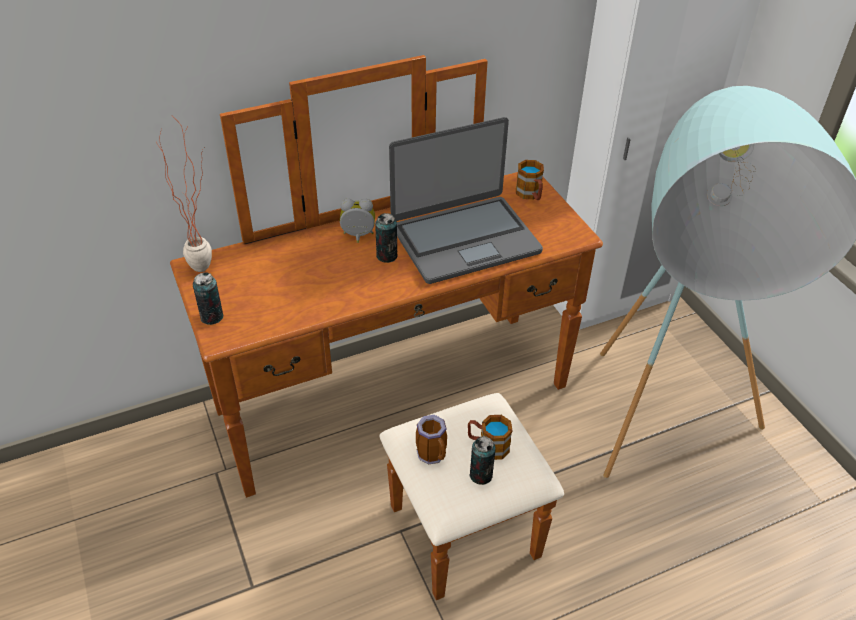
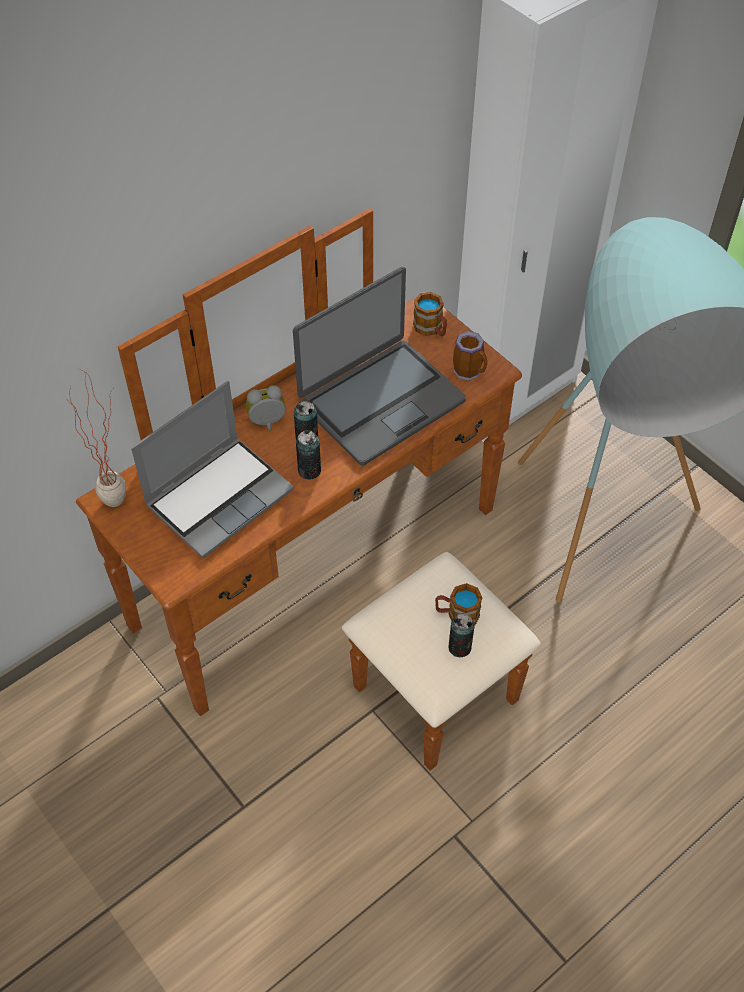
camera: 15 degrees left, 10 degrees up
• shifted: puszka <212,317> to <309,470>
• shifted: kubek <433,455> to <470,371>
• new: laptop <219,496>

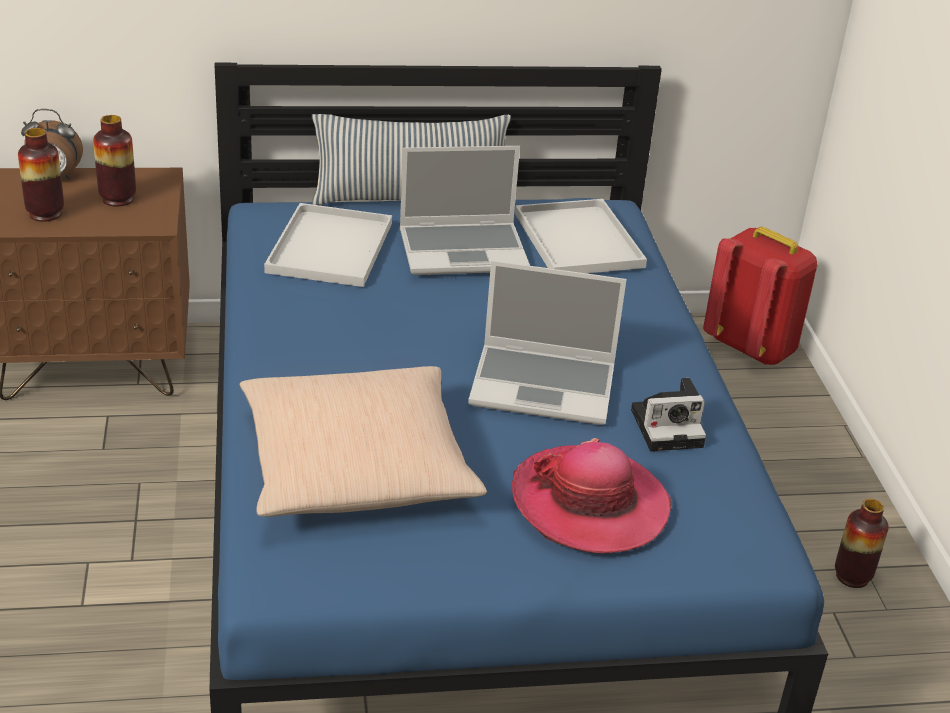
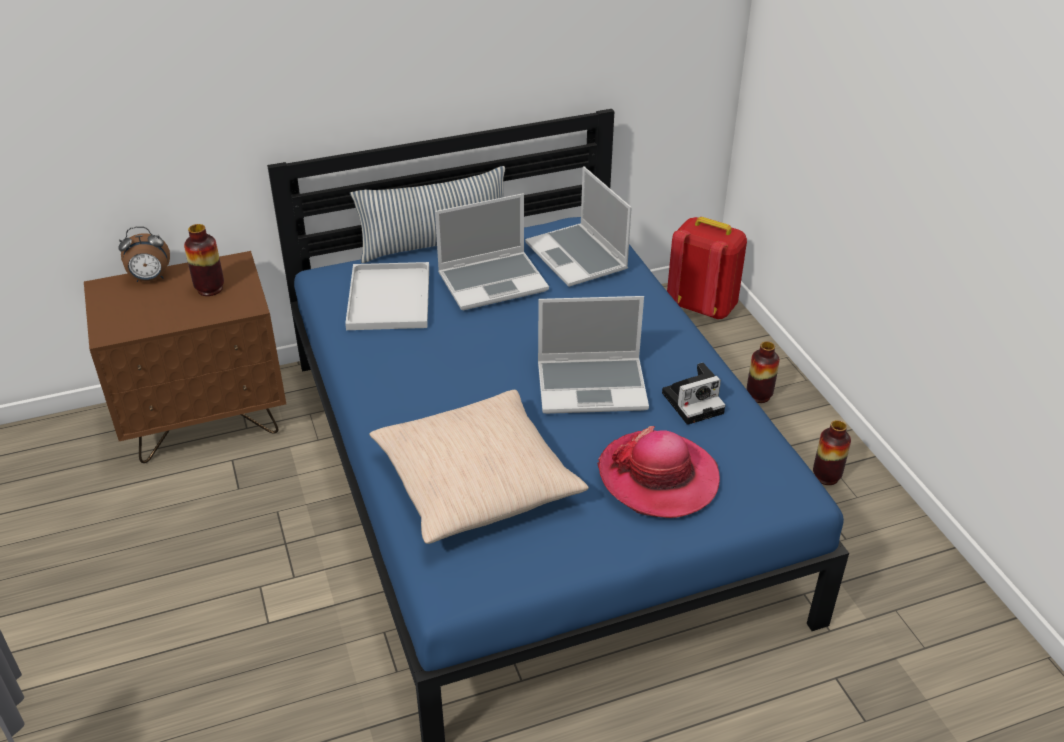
camera: 10 degrees left, 5 degrees up
• shifted: wazon <45,214> to <759,396>
• swapped: taca/biały <580,241> to laptop <578,257>

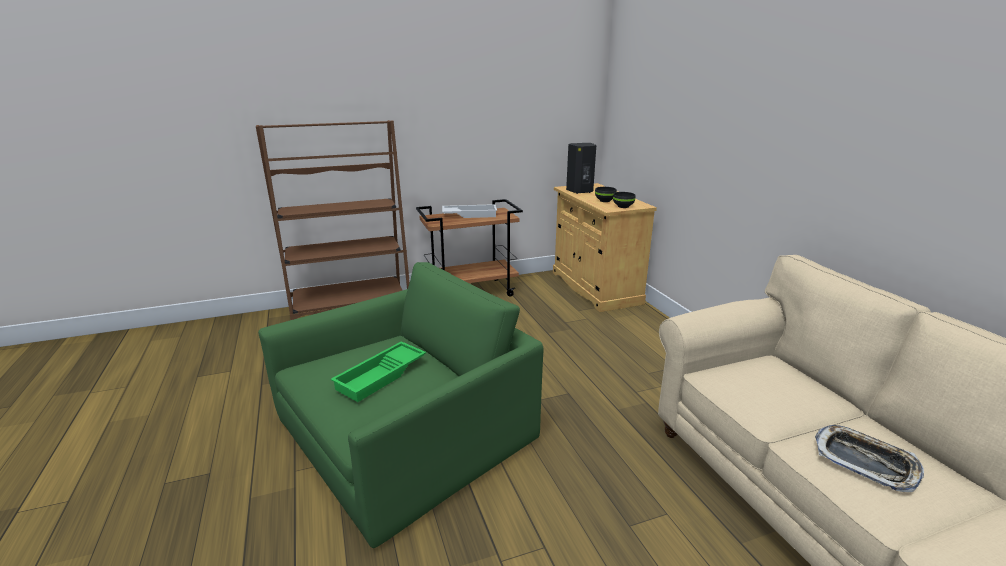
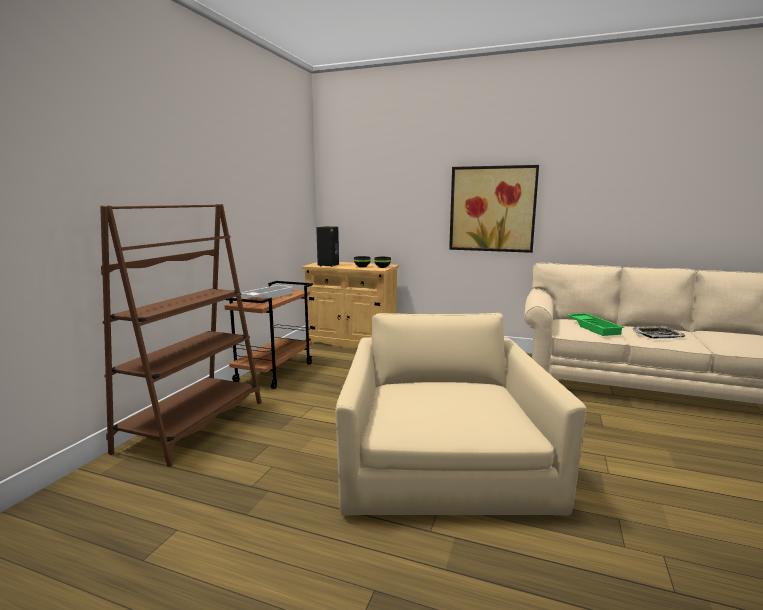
camera: 50 degrees left, 10 degrees down
• repainted: fotel/zielony <407,436> to fotel/beżowy <442,462>
• shifted: taca/zielony <381,376> to <594,327>
• new: obraz <492,209>

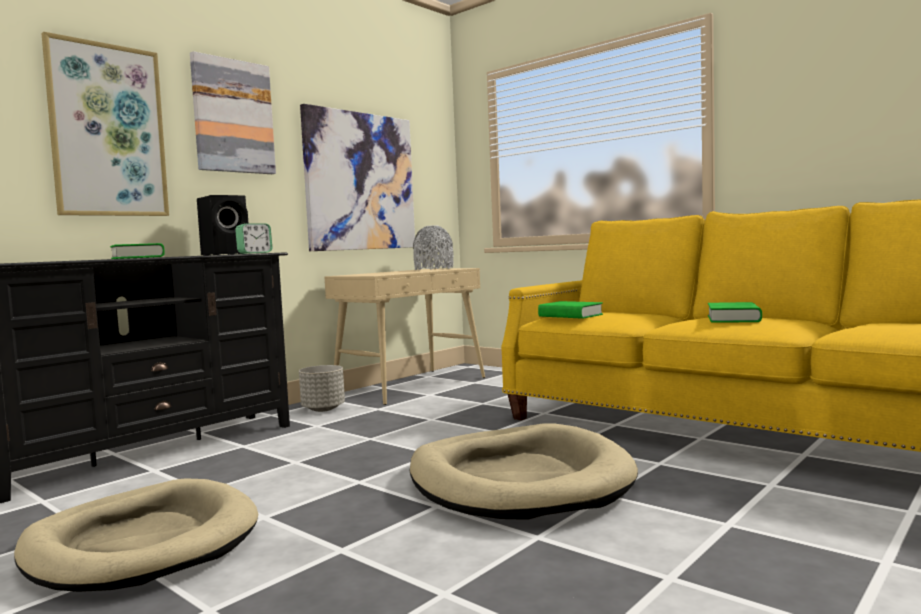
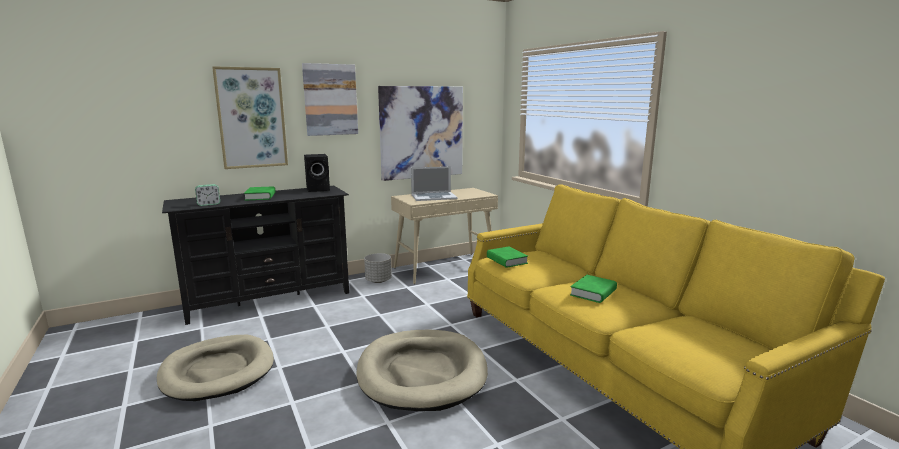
camera: 20 degrees right, 10 degrees up
• shifted: budzik <255,253> to <209,204>
• gone: wazon/szary <433,269>
• new: laptop <434,196>

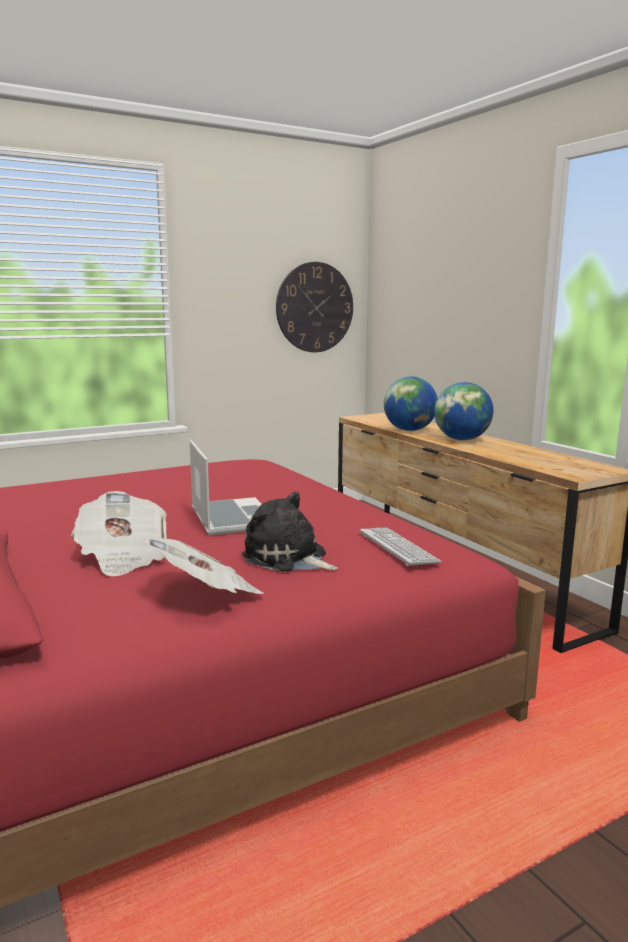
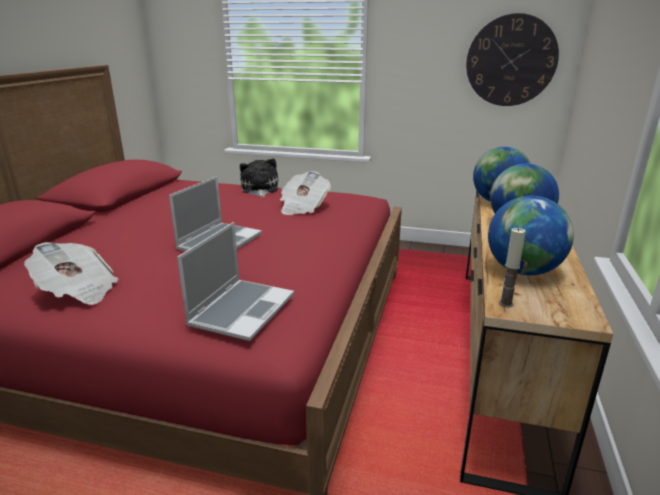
camera: 45 degrees right, 10 degrees up
• shifted: gazeta <122,557> to <303,207>
• shifted: pluszak <288,558> to <259,189>
• swapped: klawiatura <398,547> to laptop <242,310>
• new: globus <523,271>
• new: świeca <506,304>

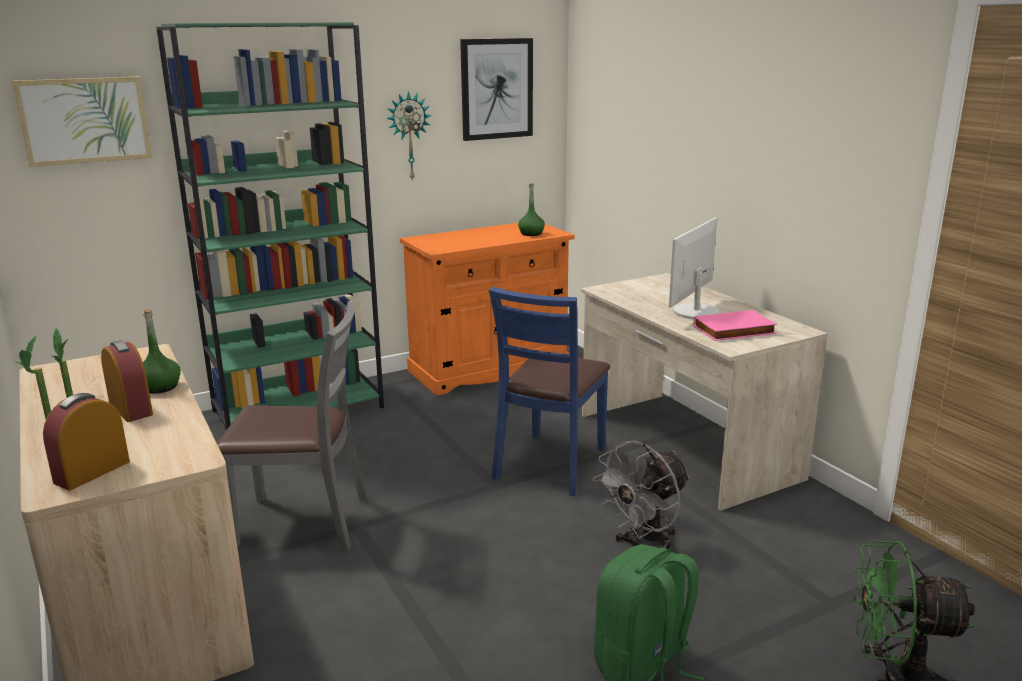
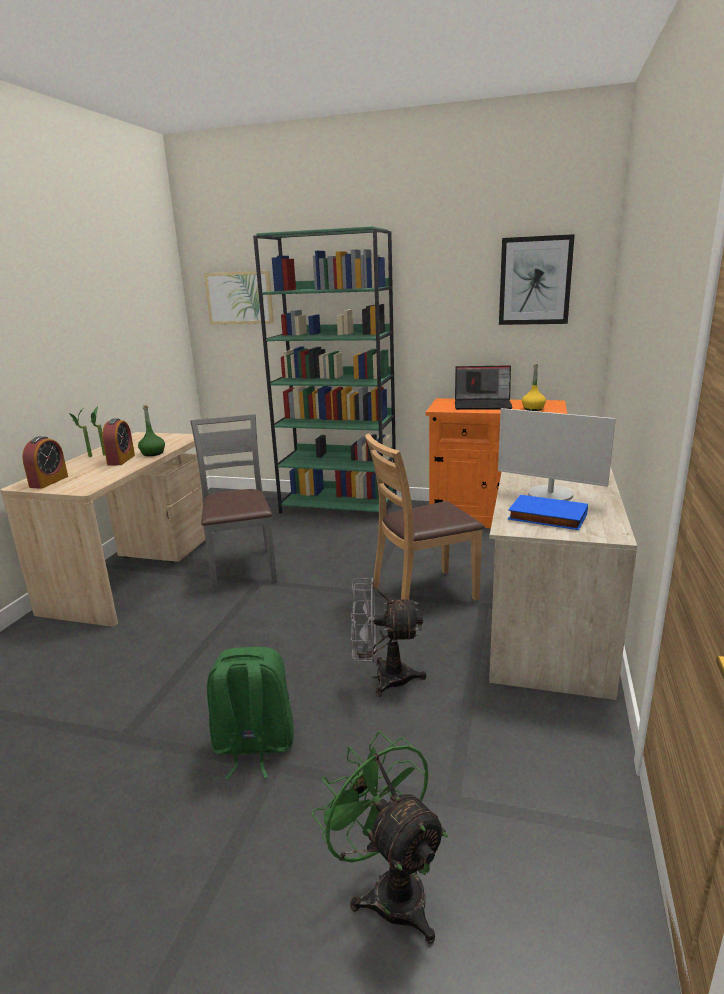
camera: 45 degrees right, 0 degrees up
• gone: zegar ścienny <408,136>
• repainted: butelka/zielony <531,234> to butelka/żółty <533,409>
• rotated: monitor <695,312> = <550,495> 135 degrees counterclockwise
• repainted: krzesło/niebieski <550,464> to krzesło/brązowy <423,594>
• rotated: krzesło/szary <304,522> = <242,568> 150 degrees counterclockwise
• repainted: książka/różowy <734,331> to książka/niebieski <546,517>
• rotated: budzik <92,472> = <49,482> 120 degrees clockwise
• new: laptop <483,405>

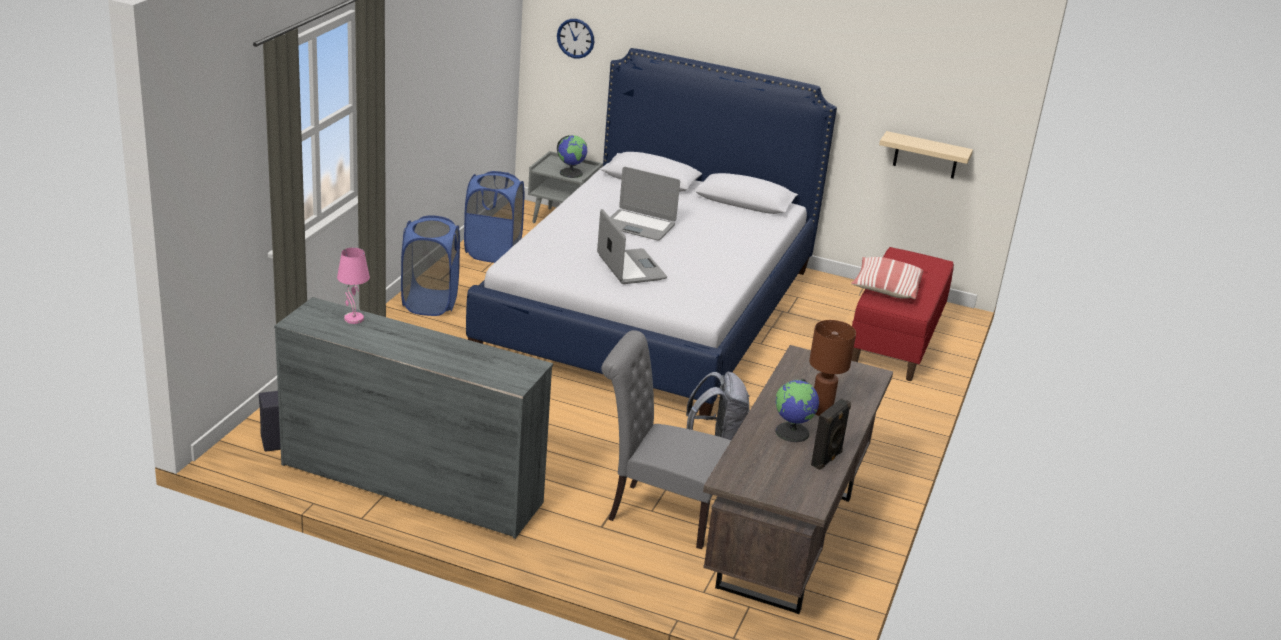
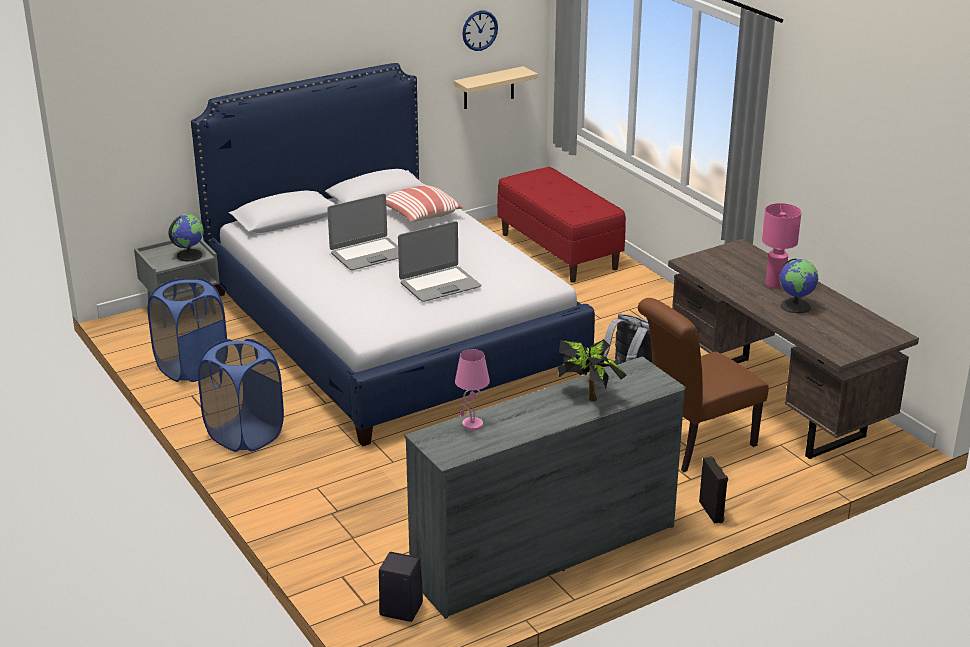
camera: 50 degrees left, 0 degrees up
• shifted: zegar ścienny <575,38> to <479,30>
• rotated: laptop <630,267> = <439,285> 135 degrees clockwise
• shifted: poduszka <885,288> to <420,215>
• repainted: lampa stołowa/brązowy <822,411> to lampa stołowa/różowy <775,284>
• repainted: krzesło/szary <658,512> to krzesło/brązowy <694,445>
• shifted: głośnik/czarny <827,459> to <712,511>
• new: roślina doniczkowa <589,395>

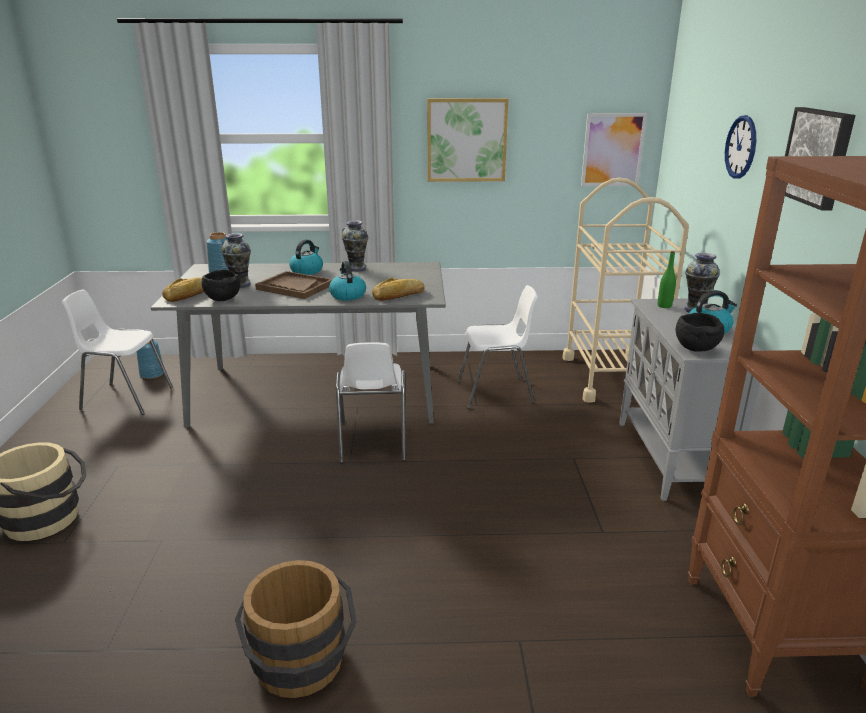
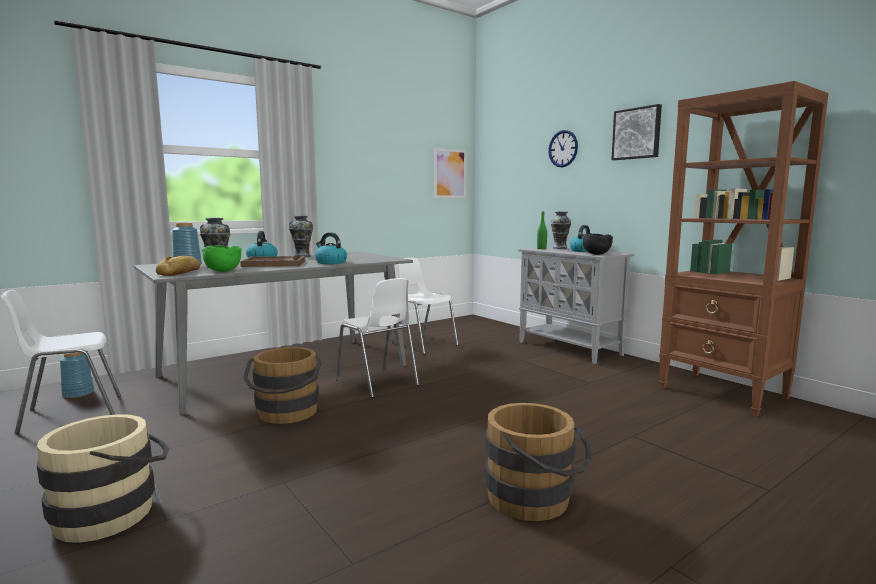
camera: 35 degrees left, 15 degrees down
• gone: obraz <466,140>
• gone: wózek/beżowy <611,377>
• repainted: miska/czarny <222,299> to miska/zielony <222,271>
• gone: chleb <399,295>
• rotated: krzesło/biały <496,393> = <423,344> 90 degrees counterclockwise
• new: wiadro/brązowy <286,414>

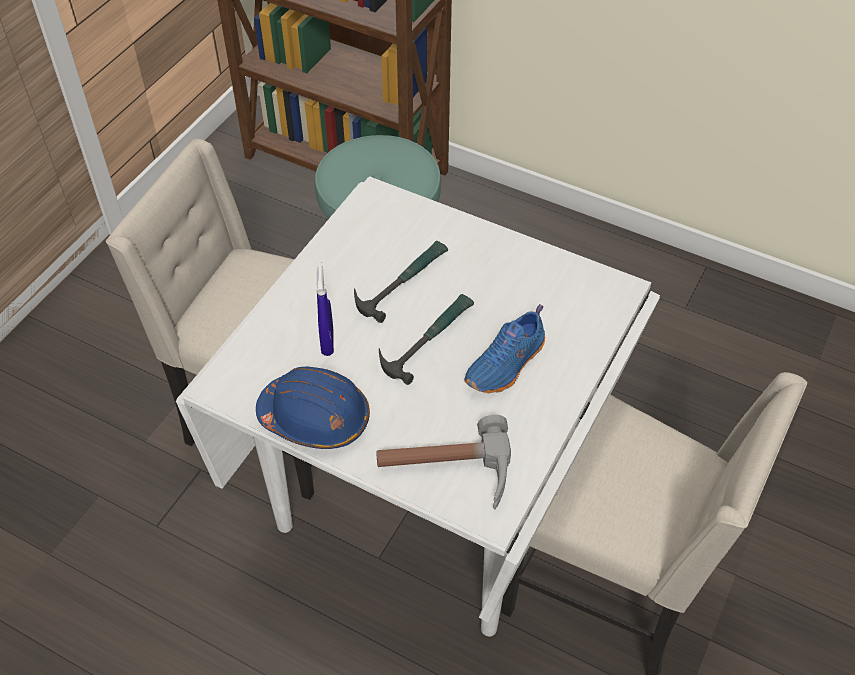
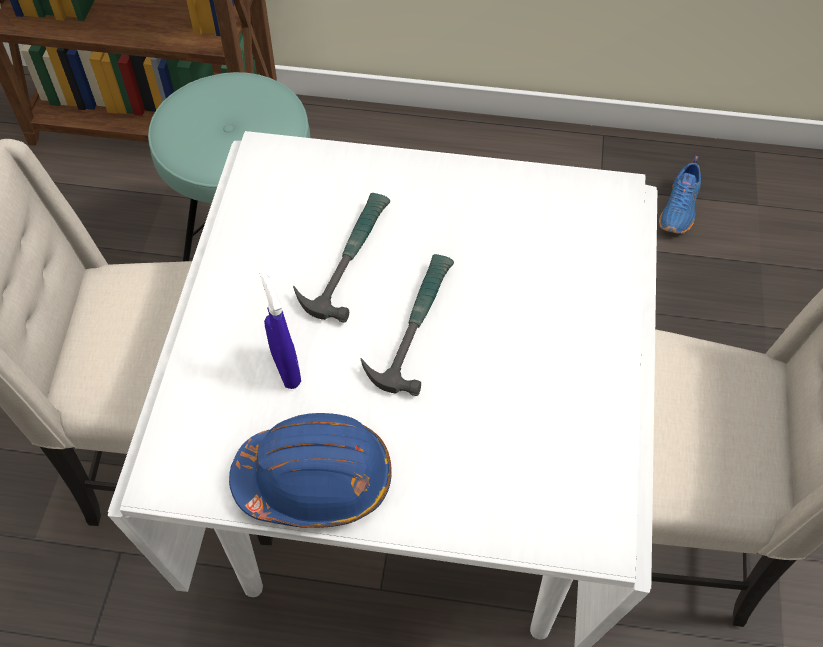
camera: 20 degrees left, 5 degrees up
• shifted: but/niebieski <507,365> to <680,209>
• gone: młotek <446,475>

